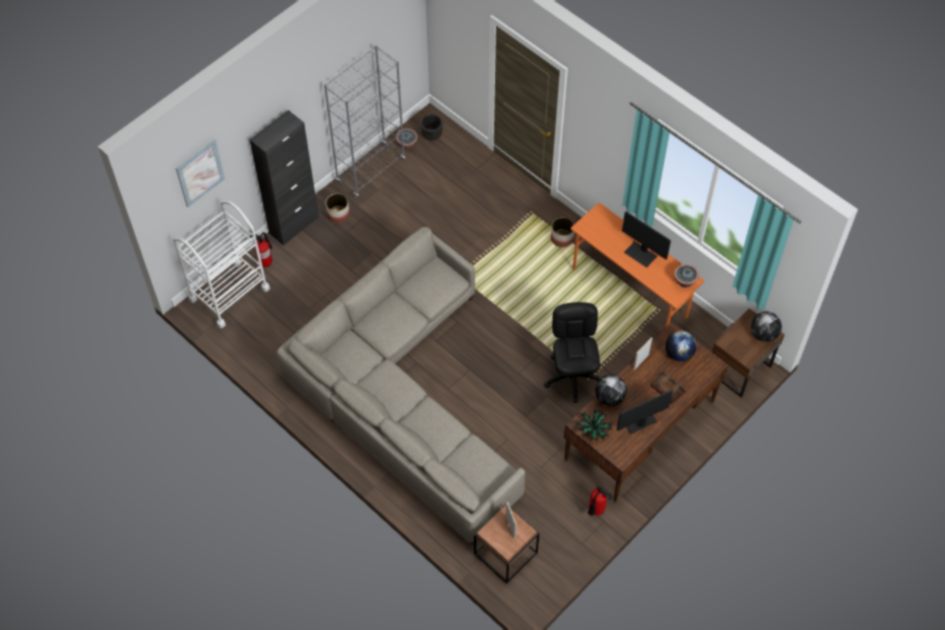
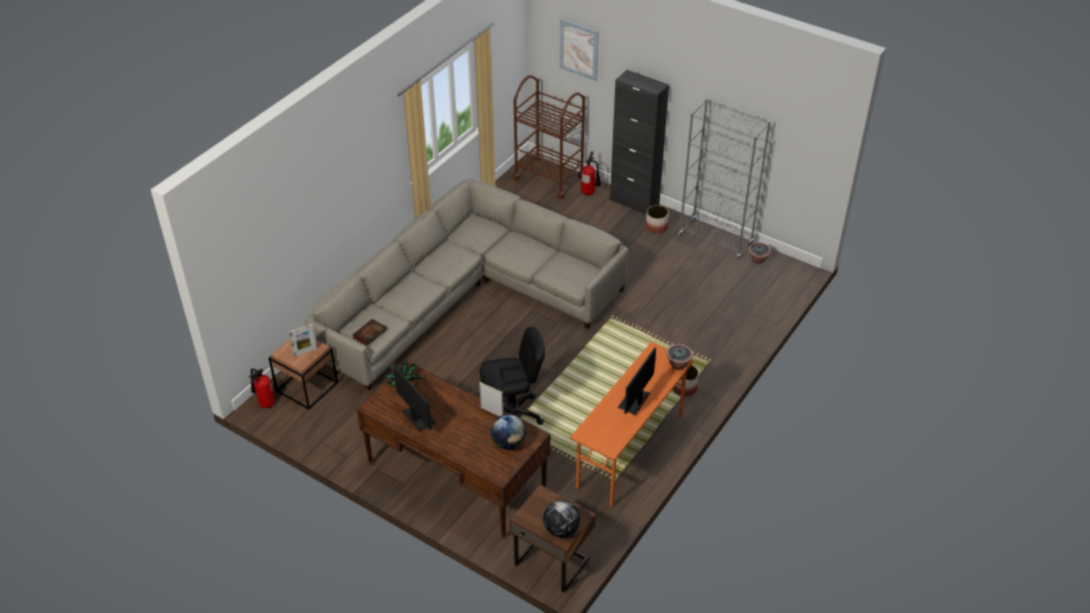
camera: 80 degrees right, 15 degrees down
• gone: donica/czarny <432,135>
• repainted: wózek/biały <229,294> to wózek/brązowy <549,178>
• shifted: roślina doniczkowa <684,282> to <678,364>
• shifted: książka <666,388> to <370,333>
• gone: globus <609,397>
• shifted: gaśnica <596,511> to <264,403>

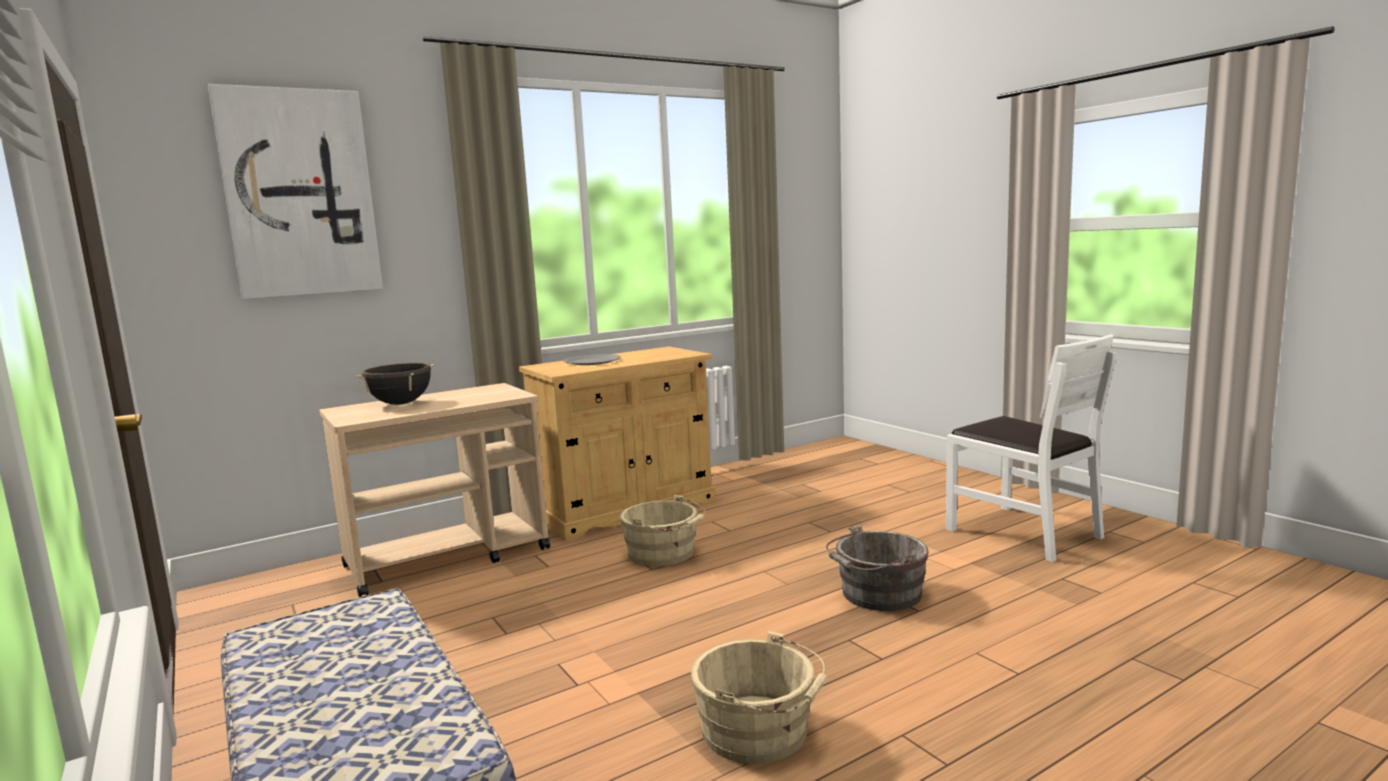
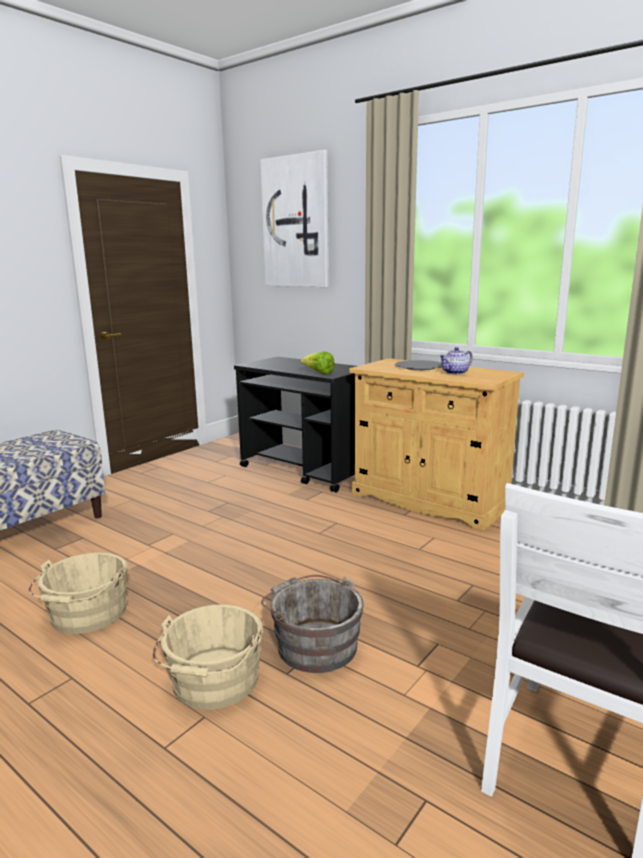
camera: 70 degrees right, 5 degrees up
• gone: garnek/czarny <400,403>
• repainted: wózek/beżowy <449,557> to wózek/czarny <305,470>
• shifted: wiadro/beżowy <664,553> to <213,683>
• new: imbryk <455,373>
• new: sałata <318,373>

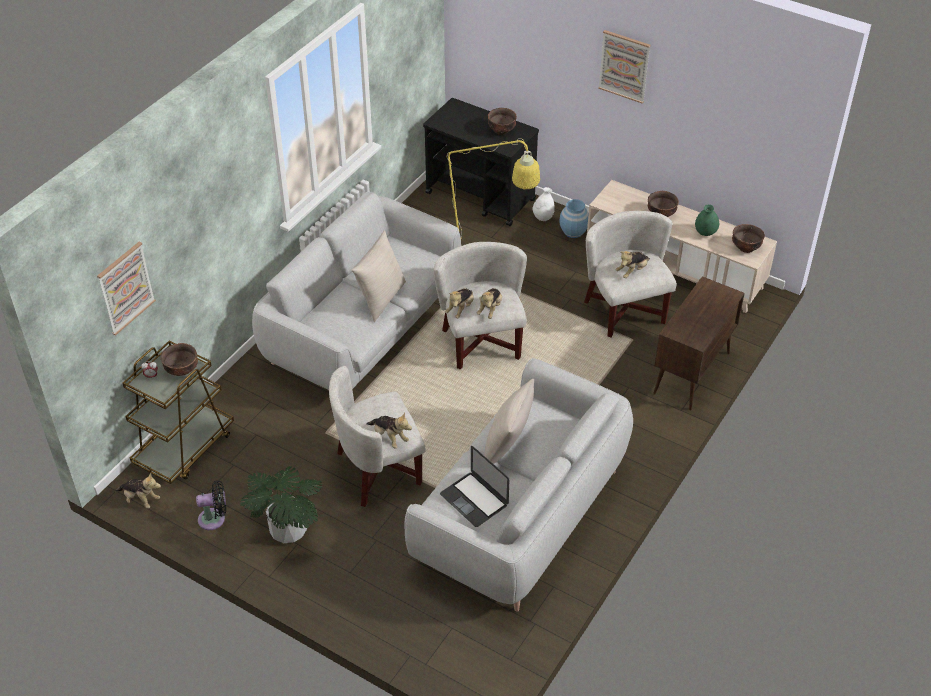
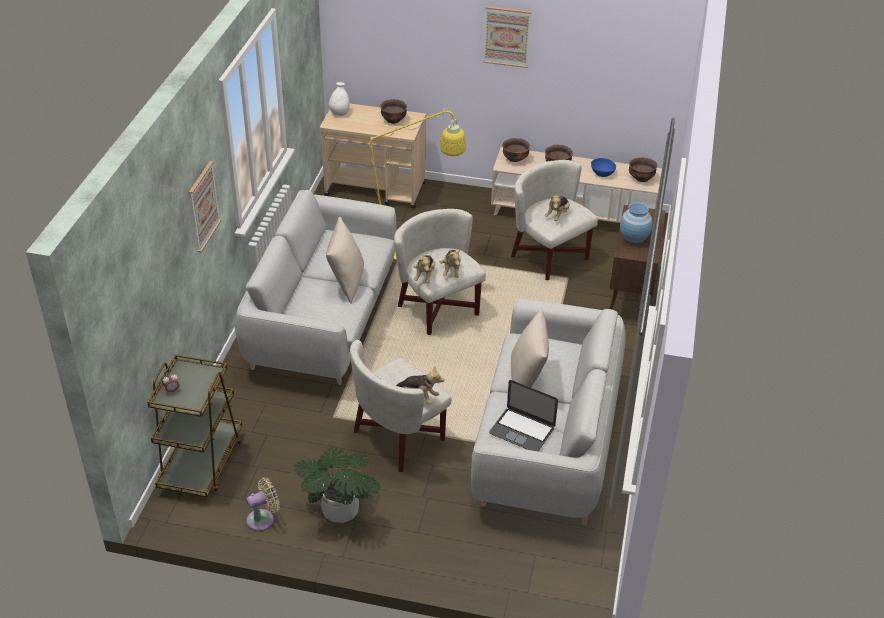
camera: 20 degrees left, 5 degrees down
• repainted: wózek/czarny <481,197> to wózek/beżowy <376,189>
• shifted: wazon/biały <543,217> to <339,113>
• shifted: wazon/niebieski <573,232> to <634,238>
• swapped: wazon/zielony <705,233> to miska/niebieski <602,173>
• shifted: obraz <125,288> to <203,206>
• shifted: miska/brązowy <182,369> to <515,158>
• gone: pluszak <140,499>
• repainted: wentylator/czarny <214,519> to wentylator/beżowy <263,519>

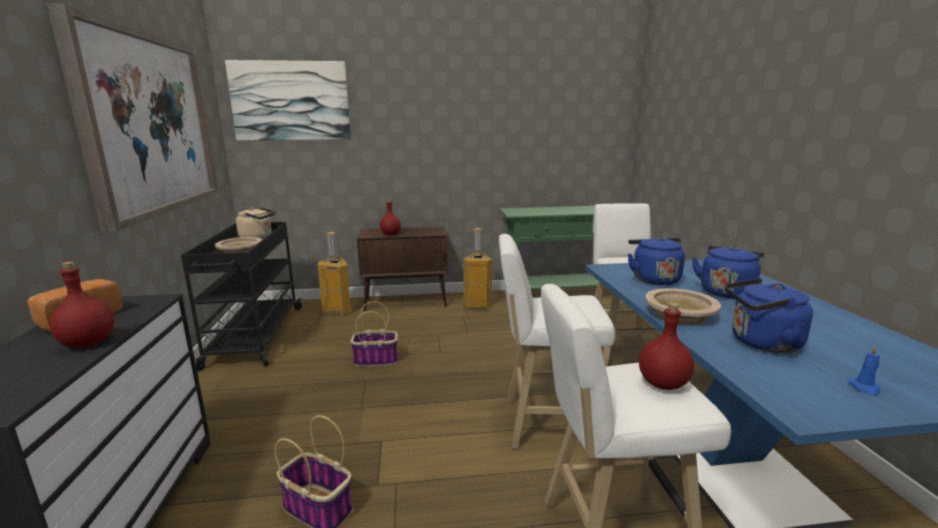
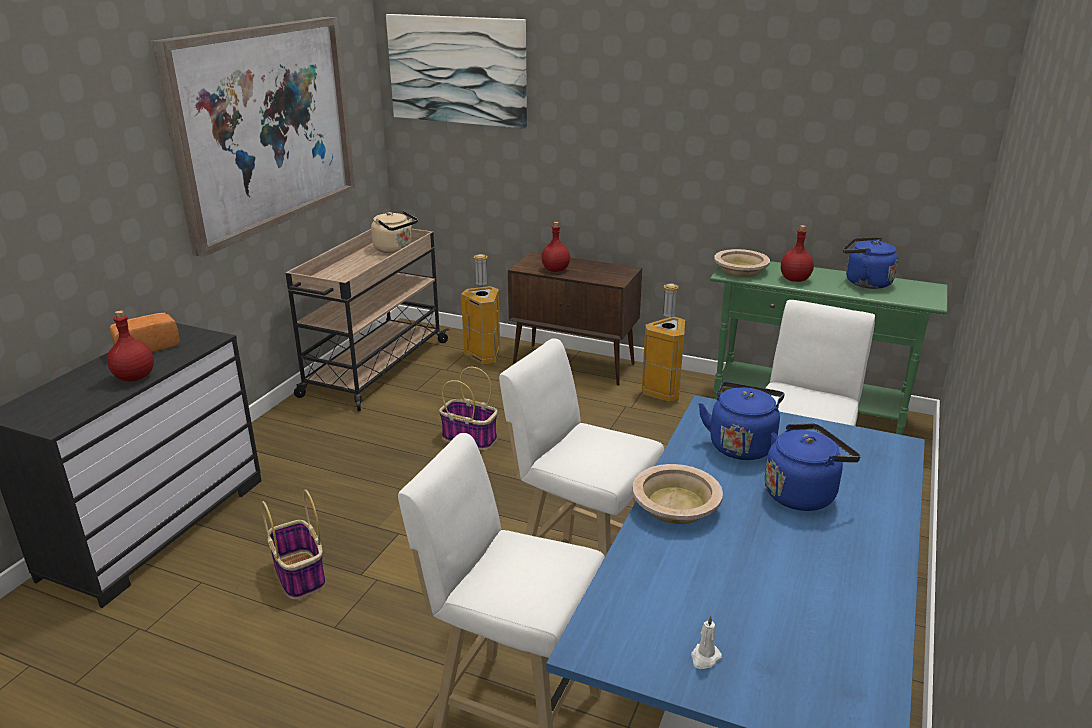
camera: 30 degrees right, 10 degrees up
• repainted: wózek/czarny <255,336> to wózek/beżowy <374,369>
• shifted: miska/beżowy <240,251> to <740,270>
• shifted: czajnik/niebieski <761,343> to <864,282>
• shifted: butelka/czerwony <664,384> to <795,279>
• repainted: świeca/niebieski <864,388> to świeca/biały <705,658>

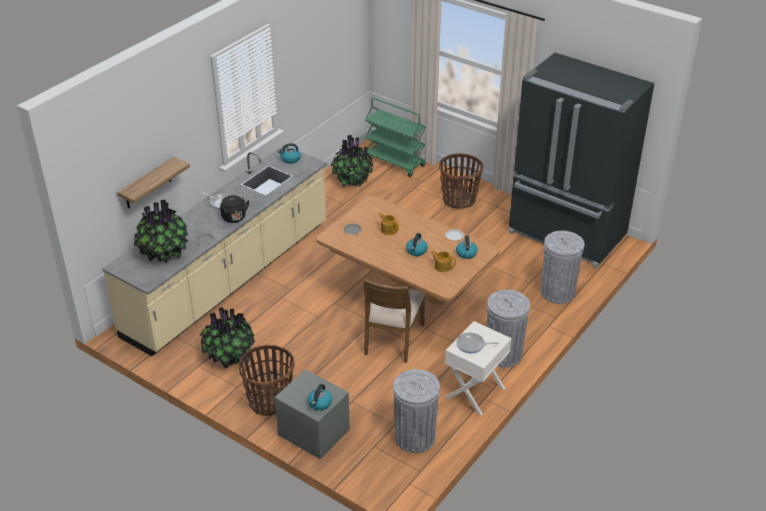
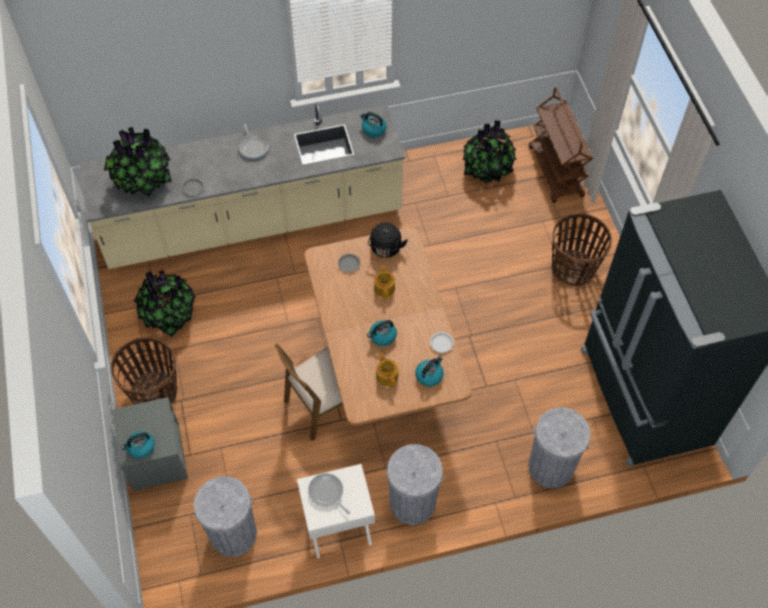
camera: 40 degrees right, 20 degrees up
• repainted: wózek/zielony <395,162> to wózek/brązowy <556,172>
• gone: półka <147,184>
• shifted: czajnik/czarny <234,218> to <385,249>

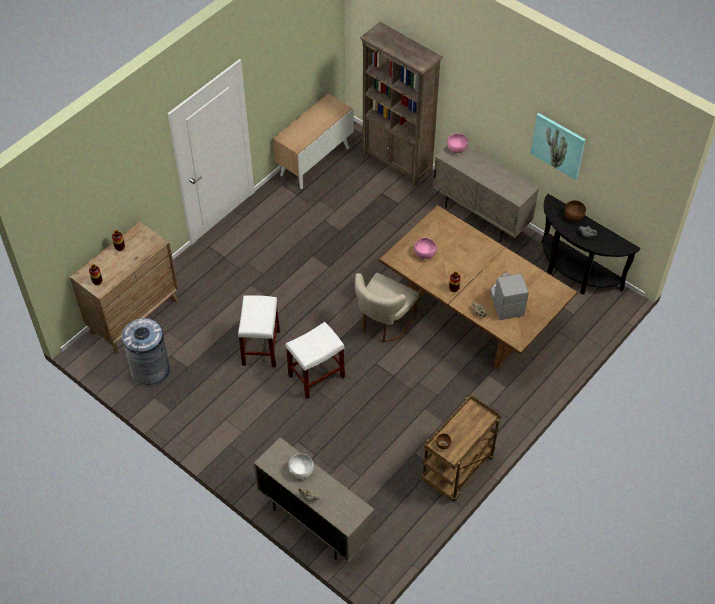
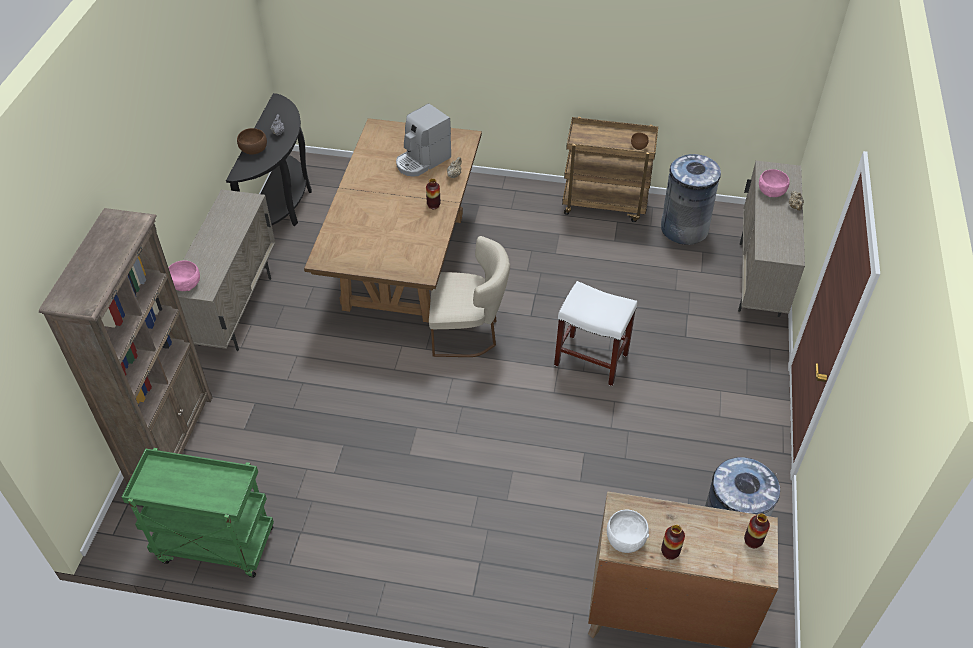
camera: 120 degrees left, 5 degrees down
• swapped: szafka <315,161> to wózek/zielony <214,545>
• gone: obraz <558,145>
• shifted: miska/różowy <425,254> to <771,191>
• gone: stołek/biały <260,347>
• shifted: miska/biały <301,470> to <625,540>
• new: kosz na śmieci/szary <684,228>

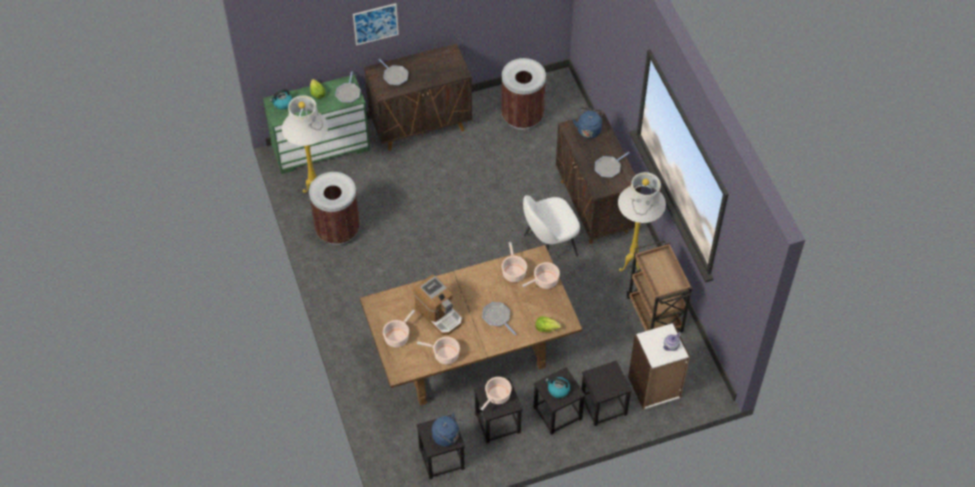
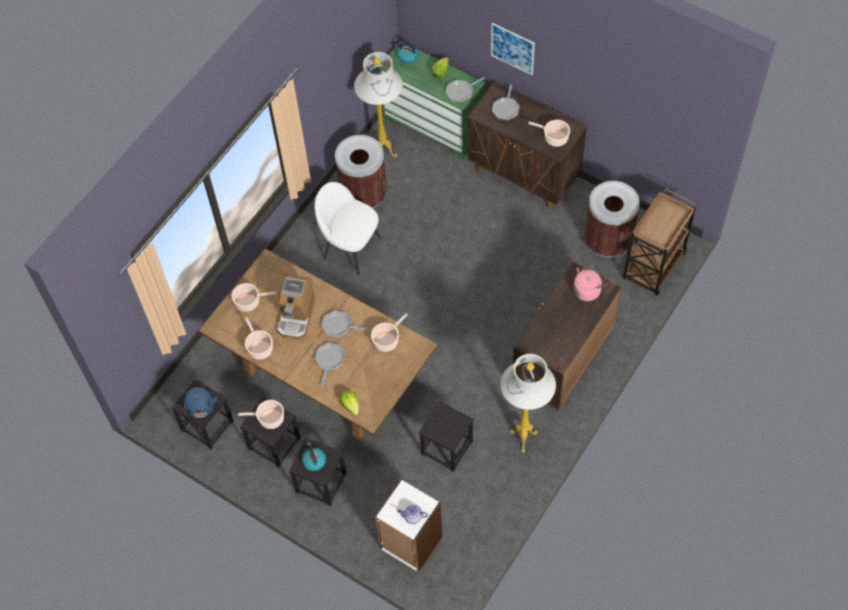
camera: 55 degrees right, 5 degrees up
• repainted: czajnik/niebieski <589,129> to czajnik/różowy <588,290>
• shifted: patelnia <608,168> to <339,326>
• shifted: krzesło/biały <549,246> to <351,247>
• shifted: wózek/brązowy <655,316> to <653,267>
• shifted: garnek <544,281> to <554,138>
• shifted: stołek/czarny <604,405> to <447,448>

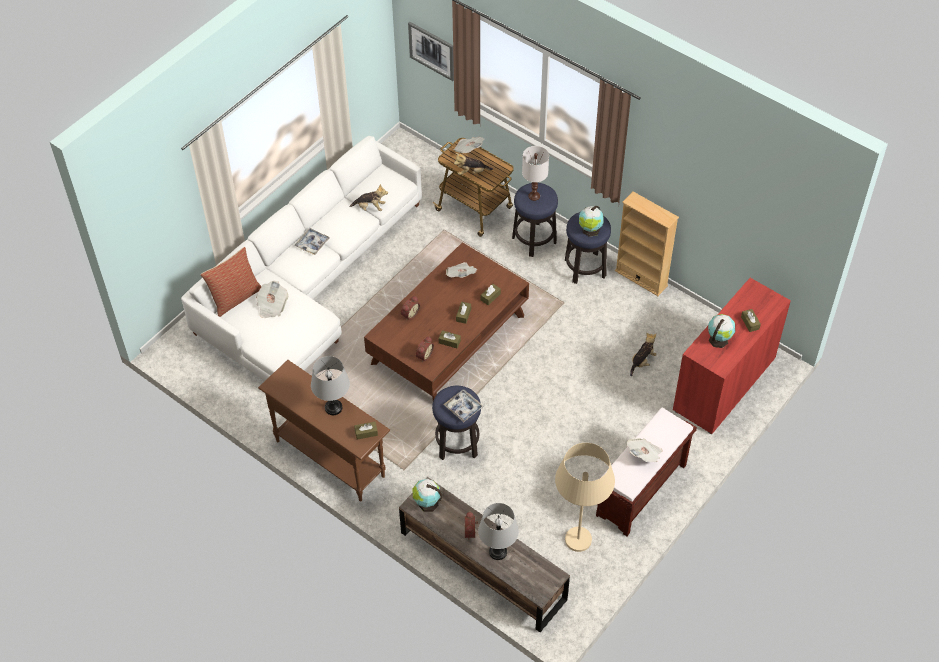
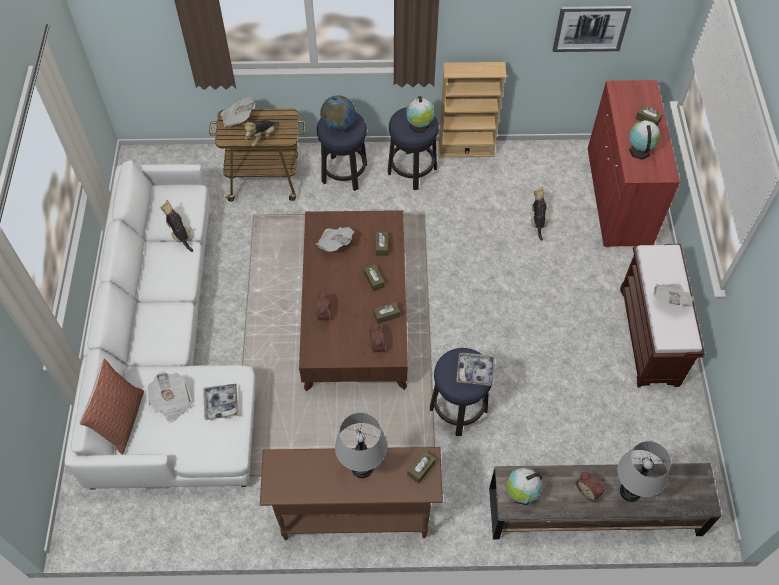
camera: 40 degrees left, 5 degrees up
• shifted: obraz <432,50> to <590,28>
• swapped: lampa stołowa/biały <533,196> to globus <339,125>
• rotated: pluszak <370,207> = <180,234> 90 degrees counterclockwise
• shifted: taca <312,243> to <221,403>
• gone: lampa stojąca/beżowy <577,553>

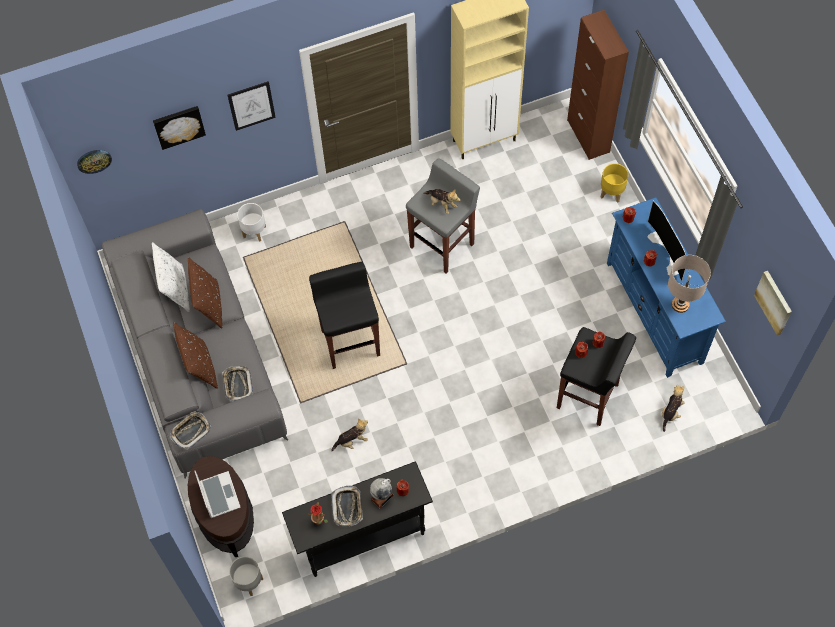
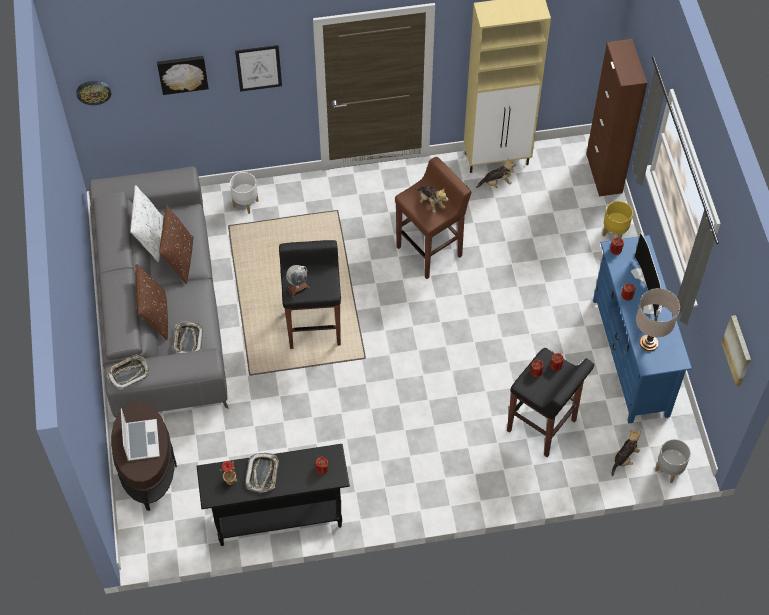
camera: 10 degrees right, 5 degrees down
• repainted: stołek/szary <443,245> to stołek/brązowy <430,251>
• shifted: pluszak <352,440> to <496,183>
• shifted: globus <382,497> to <297,288>
• shifted: donica/szary <249,582> to <669,470>

